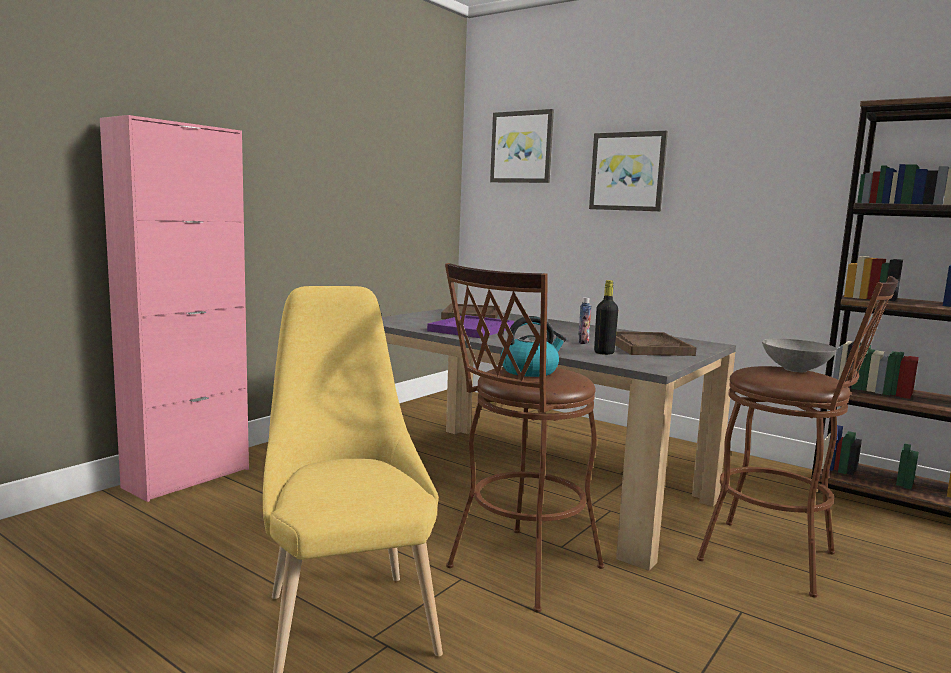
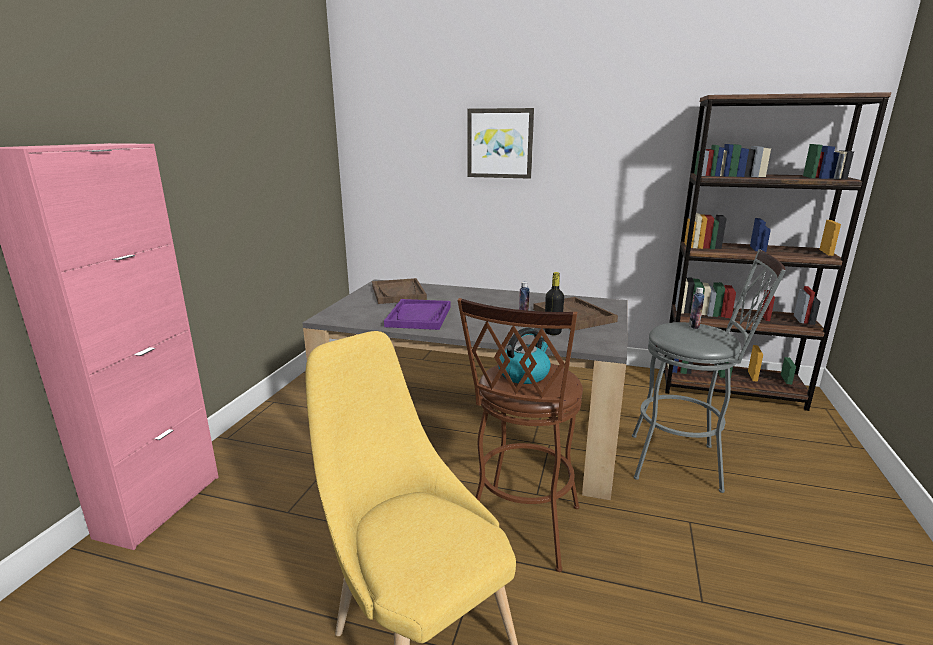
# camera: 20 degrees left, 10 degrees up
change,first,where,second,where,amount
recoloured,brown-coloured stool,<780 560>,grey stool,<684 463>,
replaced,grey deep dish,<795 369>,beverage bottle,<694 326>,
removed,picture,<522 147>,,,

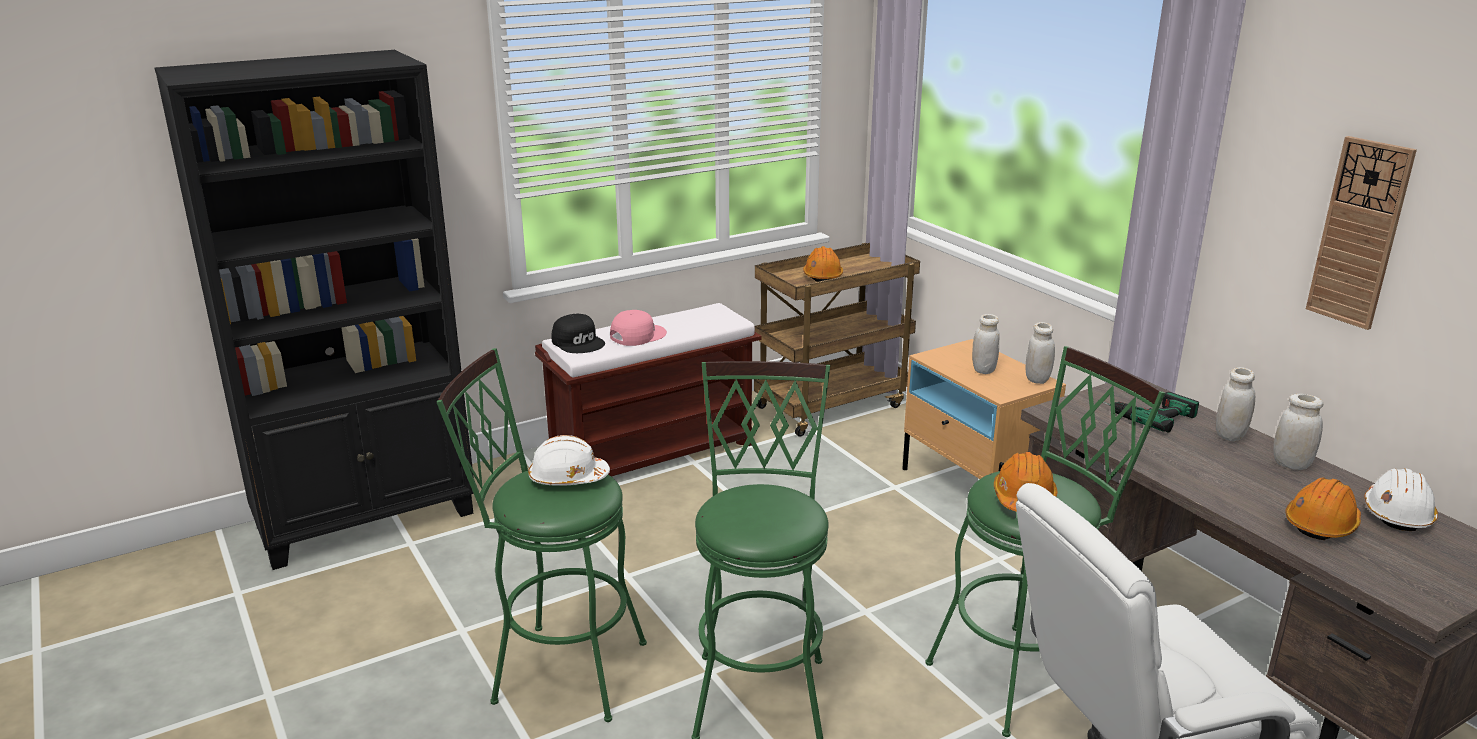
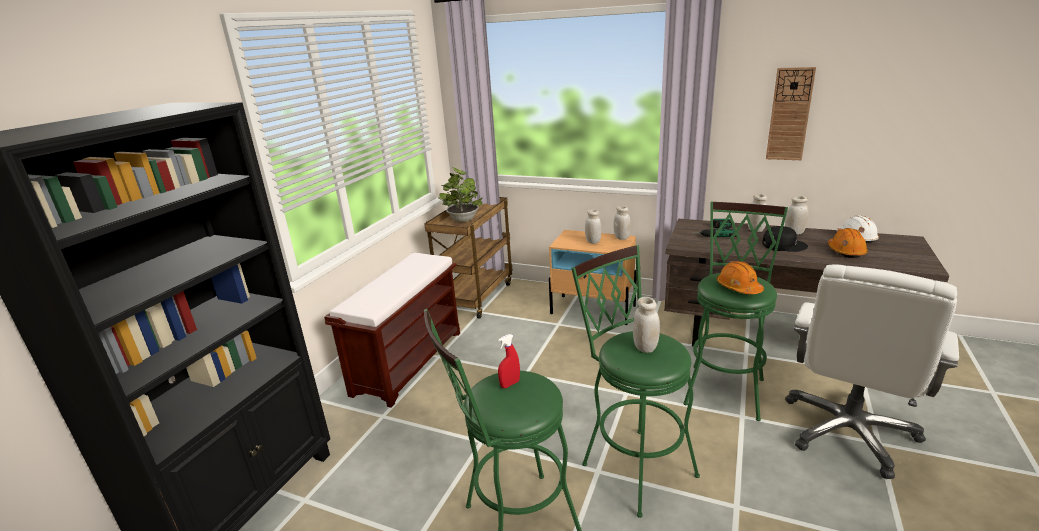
# camera: 35 degrees left, 0 degrees up
change,first,where,second,where,amount
replaced,orange-coloured work helmet,<822 275>,plant in a pot,<463 219>,
replaced,white work helmet,<568 478>,reddish spray bottle,<510 384>,
added,,,white storage jar,<645 347>,
moved,blackish cap,<578 342>,,<783 245>,
removed,pinkish cap,<637 335>,,,

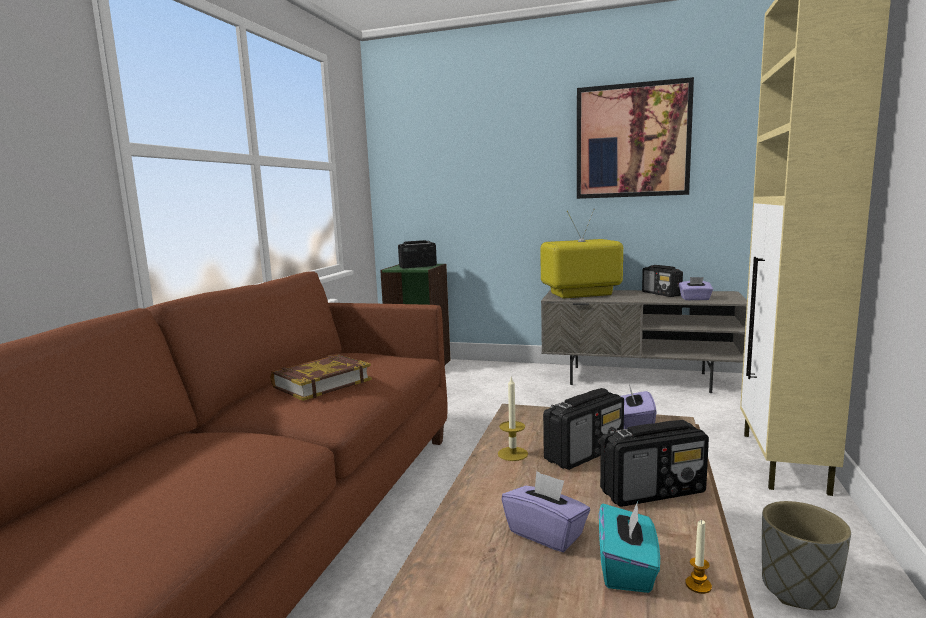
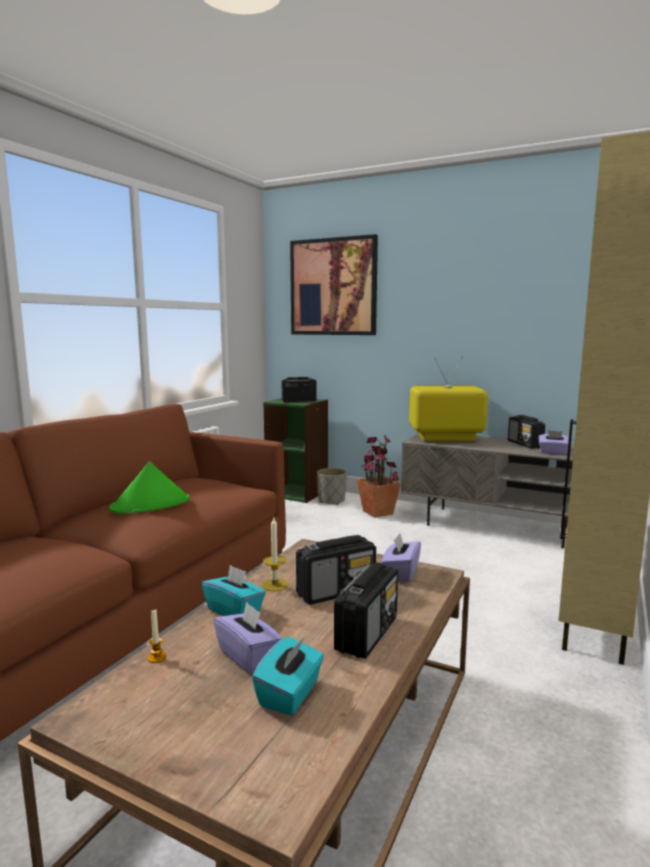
# camera: 10 degrees right, 0 degrees up
change,first,where,second,where,amount
replaced,book,<321 383>,green-coloured wearable hat,<151 505>,
moved,wax candle,<698 585>,,<156 657>,
added,,,turquoise tissue box,<234 611>,
moved,picture,<632 141>,,<333 287>,
moved,grey planter,<799 590>,,<331 501>,
turned,radio receiver,<653 491>,,<367 633>,60 degrees counterclockwise
added,,,plant in a pot,<377 512>,

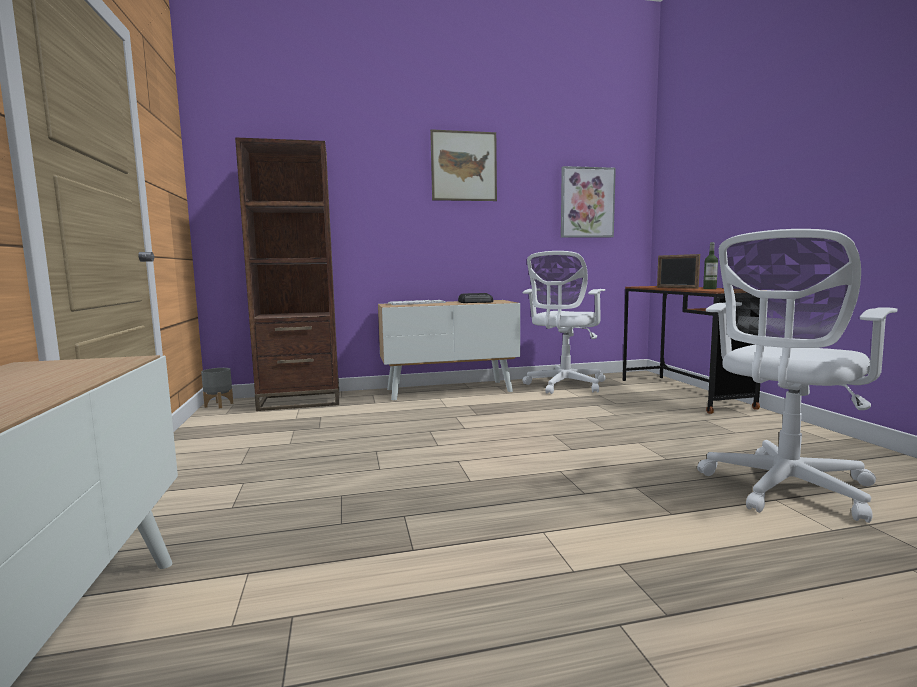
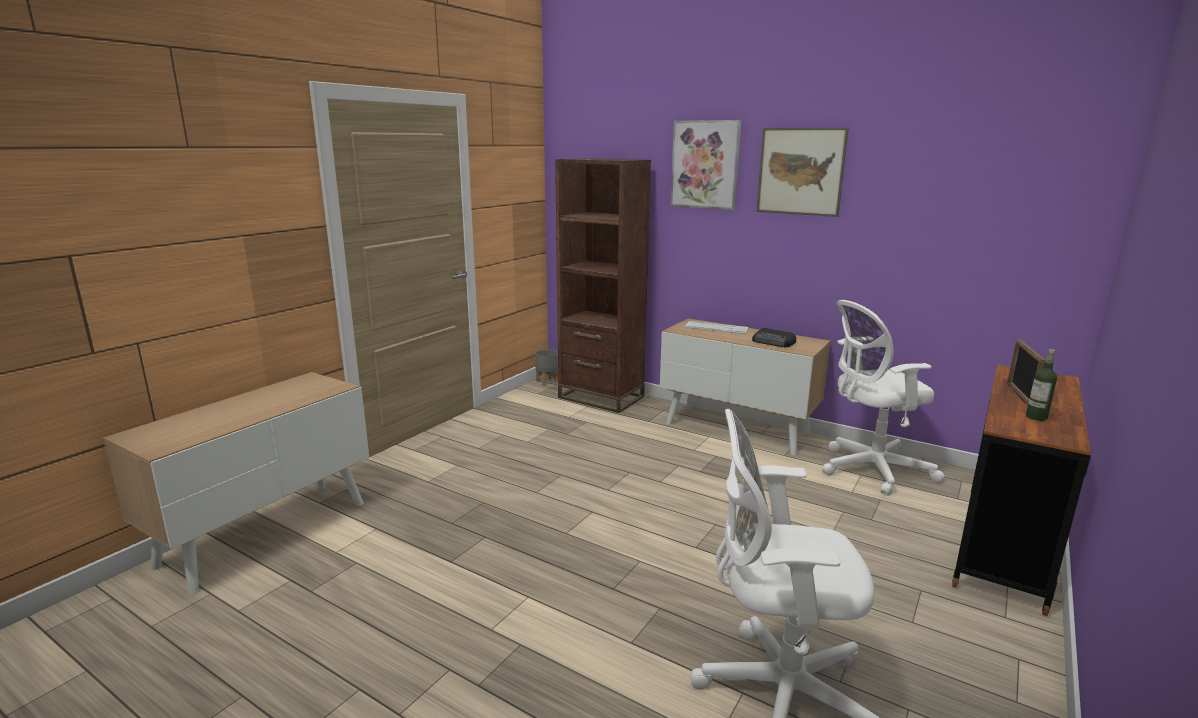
# camera: 45 degrees right, 10 degrees up
change,first,where,second,where,amount
moved,picture,<587 202>,,<705 165>,

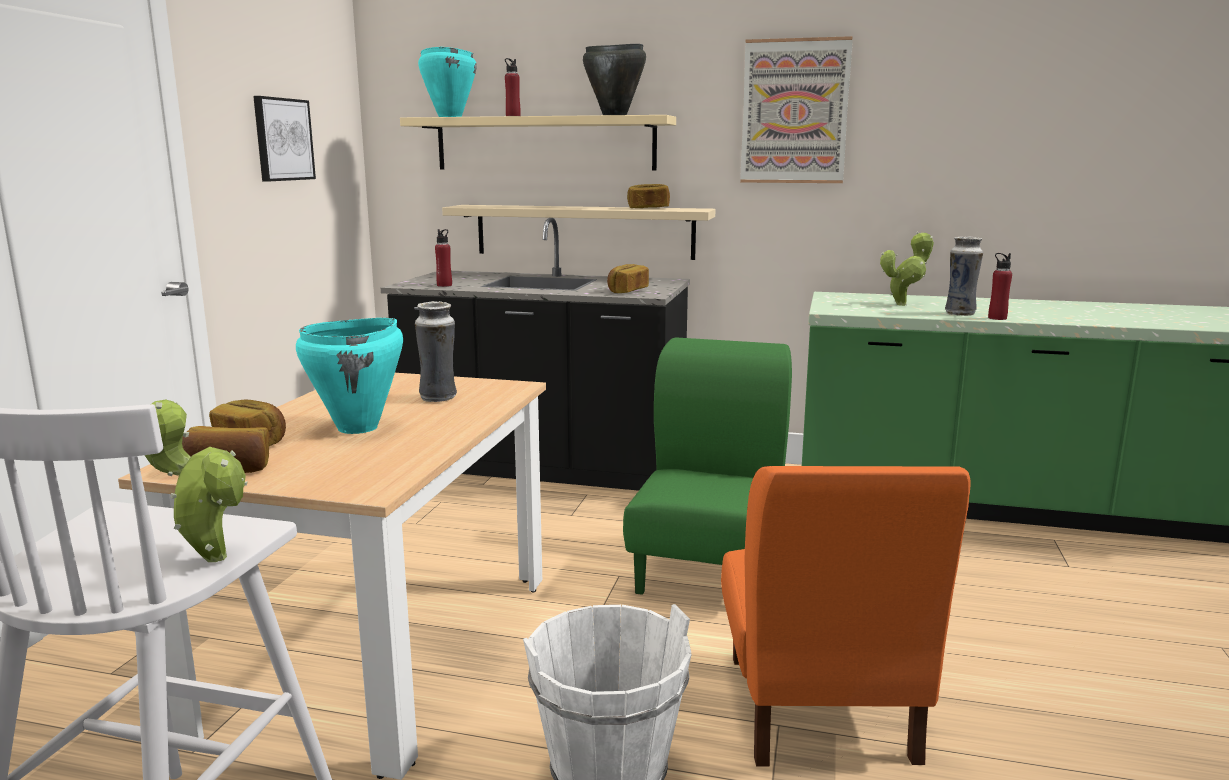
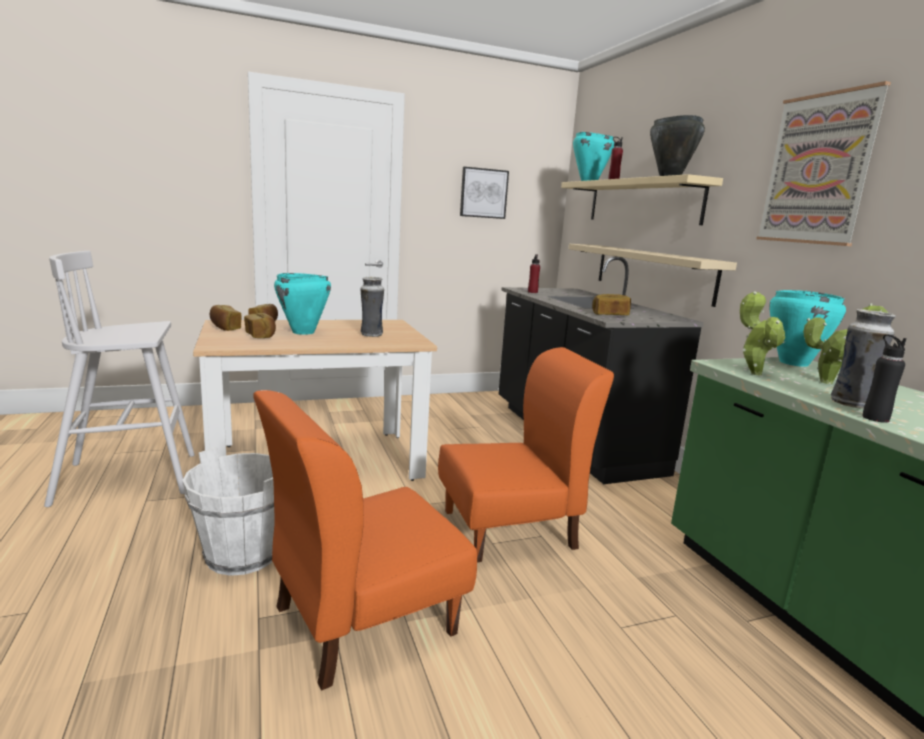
# camera: 55 degrees right, 0 degrees up
change,first,where,second,where,amount
moved,bakery bread,<648 208>,,<261 336>,
recoloured,green-coloured chair,<709 570>,orange-coloured chair,<510 529>,
moved,plant in a pot,<209 556>,,<753 372>,
added,,,turquoise cooking pot,<793 363>,
recoloured,reddish beverage bottle,<997 318>,blackish beverage bottle,<875 418>,

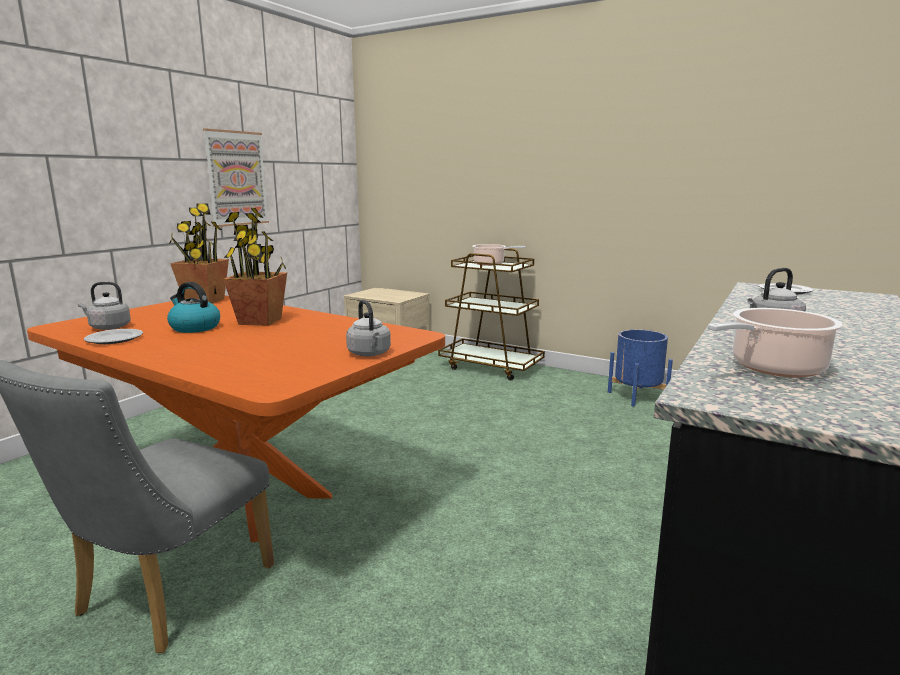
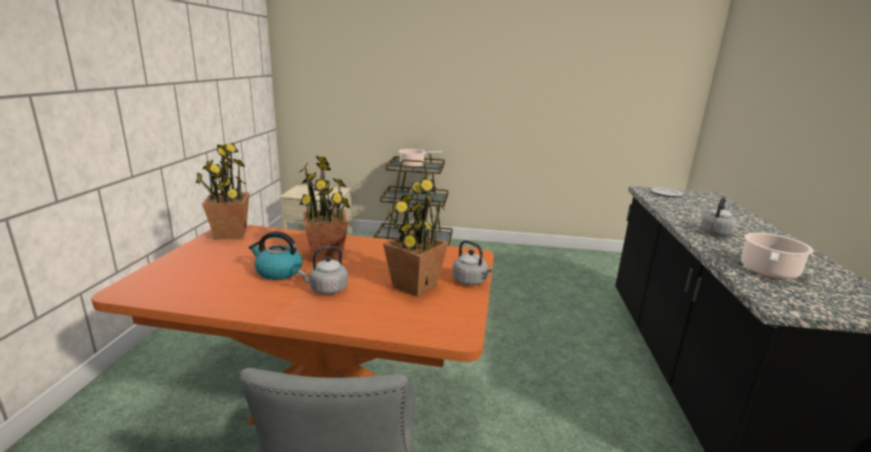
# camera: 25 degrees left, 5 degrees up
change,first,where,second,where,amount
moved,grey water kettle,<108 327>,,<326 289>,
added,,,plant in a pot,<414 286>,
removed,dinner plate,<114 339>,,,
removed,picture,<236 178>,,,
removed,bluish planter,<637 396>,,,

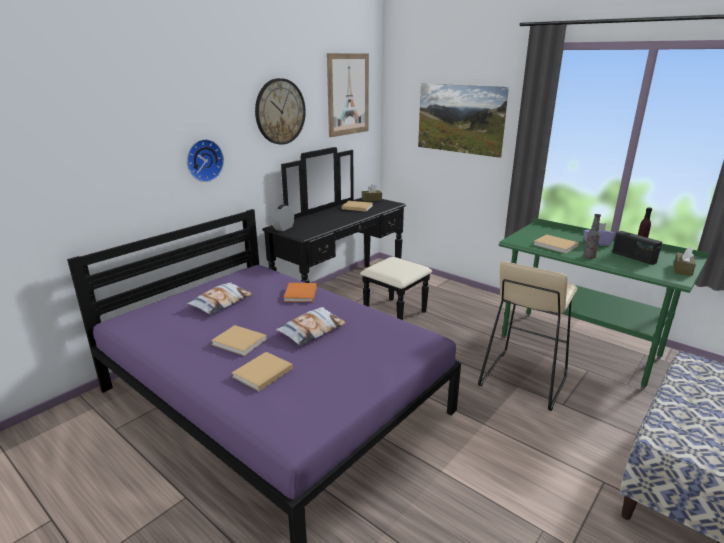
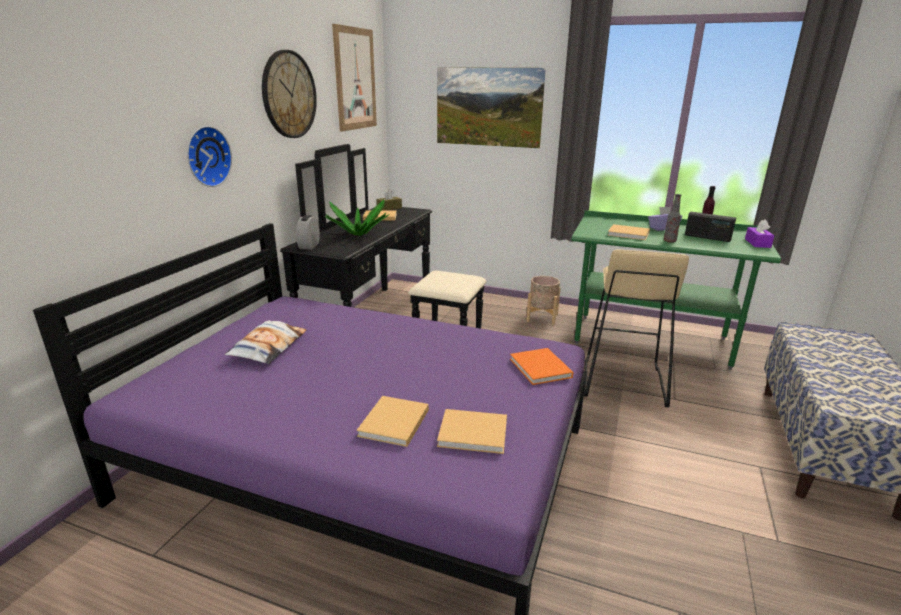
# camera: 20 degrees left, 0 degrees up
change,first,where,second,where,amount
added,,,plant in a pot,<358 234>,
moved,sand-coloured book,<240 342>,,<475 433>,
moved,orange-coloured book,<300 294>,,<541 369>,
added,,,sand-coloured planter,<542 318>,
recoloured,brown-coloured tissue box,<682 269>,purplish tissue box,<757 243>,
removed,throw pillow,<312 330>,,,

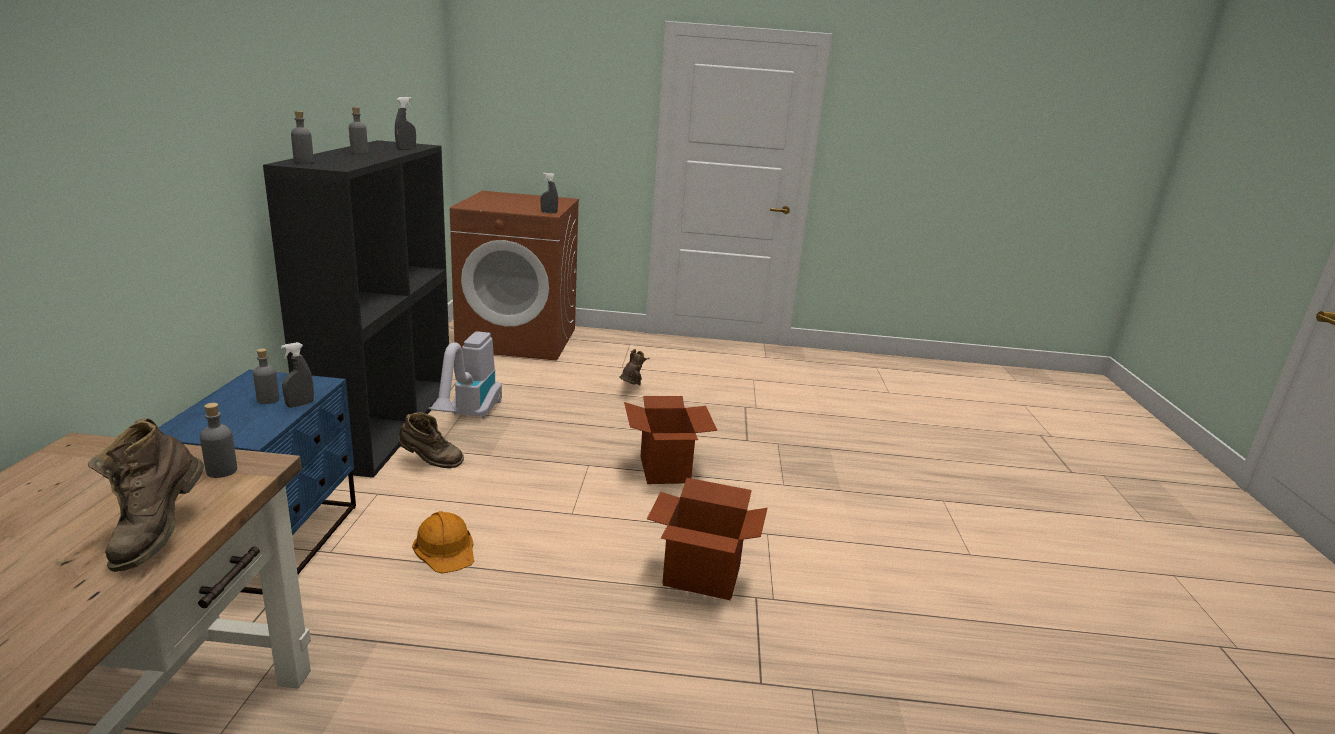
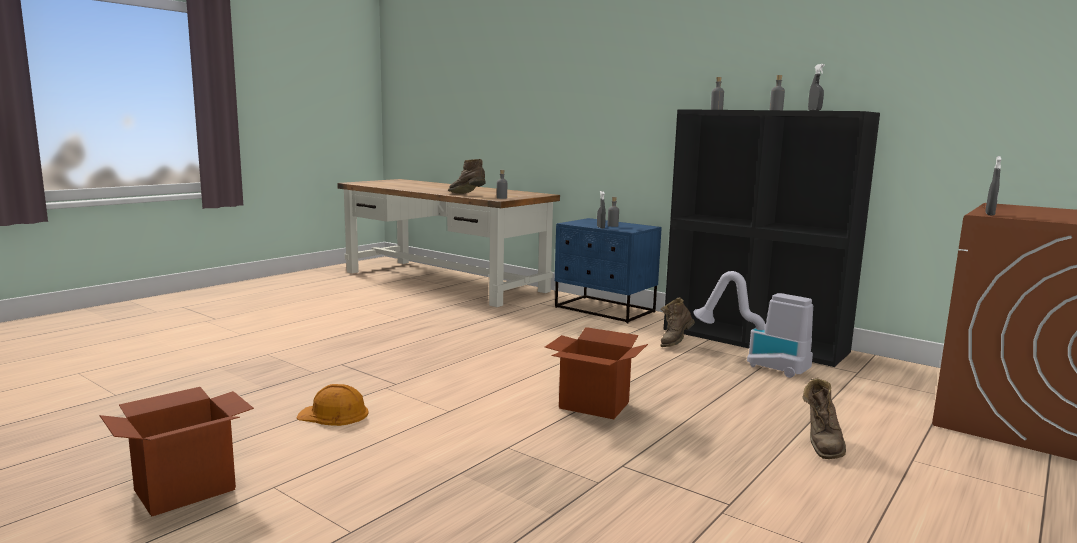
# camera: 125 degrees right, 10 degrees down
change,first,where,second,where,amount
moved,carton,<701 576>,,<185 490>,
moved,orange-coloured work helmet,<445 548>,,<334 414>,
turned,brown-coloured high-top boot,<631 388>,,<822 444>,60 degrees clockwise

